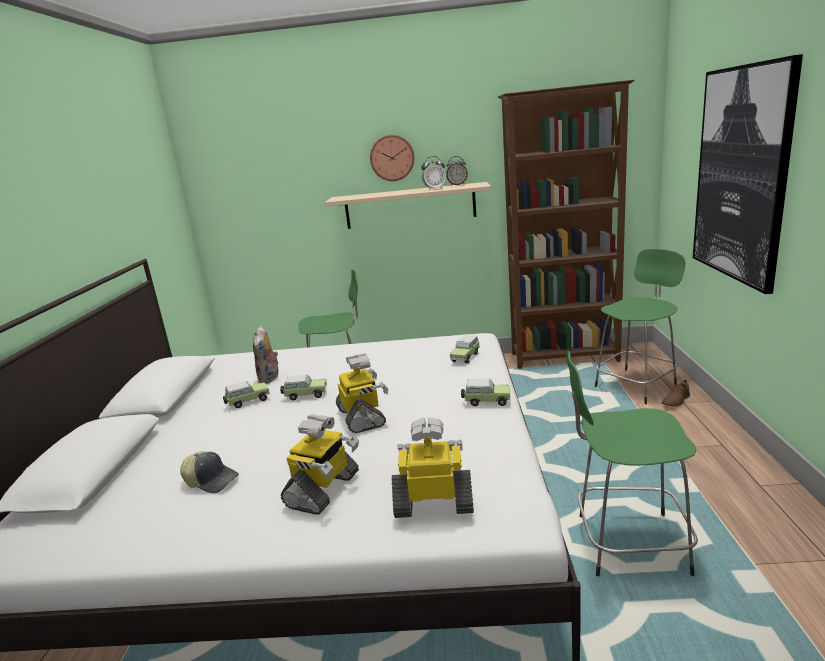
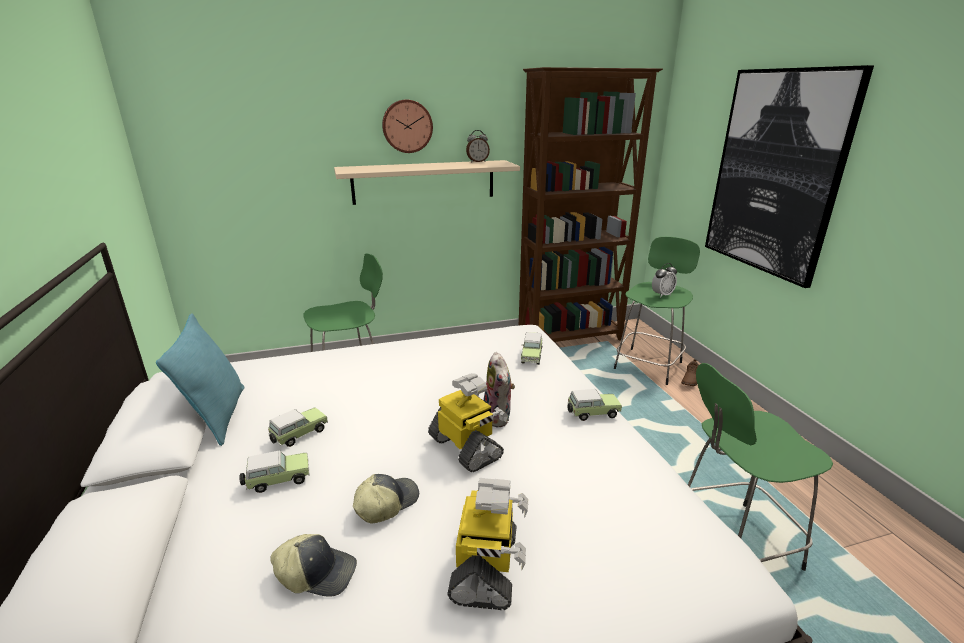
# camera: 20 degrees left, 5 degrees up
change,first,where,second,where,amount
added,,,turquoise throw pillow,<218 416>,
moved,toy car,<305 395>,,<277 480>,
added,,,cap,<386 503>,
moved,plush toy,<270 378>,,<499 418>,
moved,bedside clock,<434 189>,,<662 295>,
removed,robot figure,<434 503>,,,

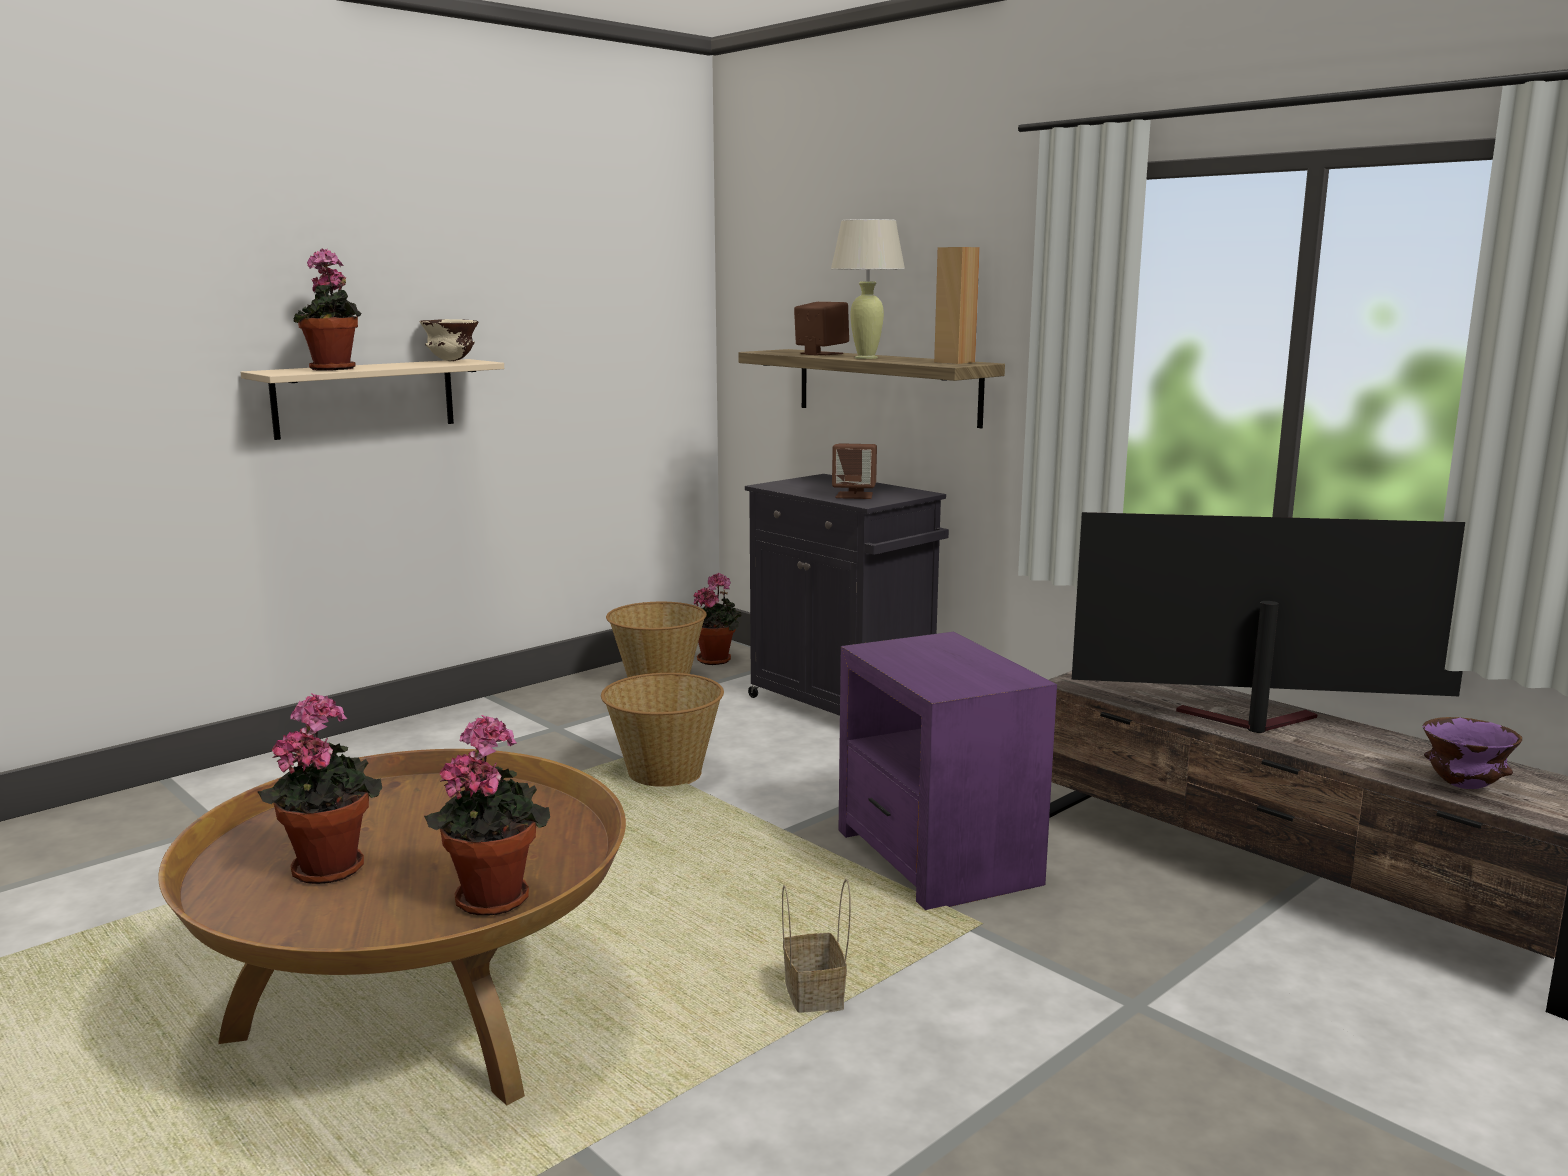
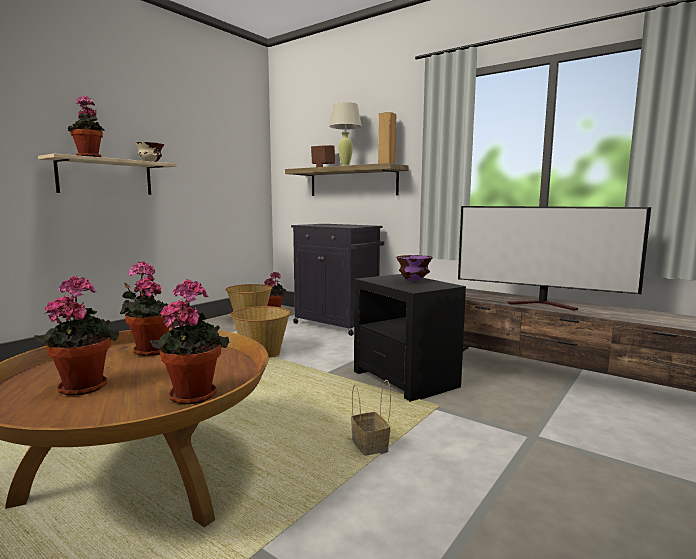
# camera: 10 degrees left, 5 degrees down
change,first,where,second,where,amount
added,,,plant in a pot,<149 350>,
recoloured,purplish end table,<936 857>,blackish end table,<405 379>,
moved,purplish deep dish,<1462 786>,,<413 281>,
turned,TV,<1246 722>,,<544 305>,150 degrees counterclockwise
removed,brown-coloured speaker,<855 495>,,,

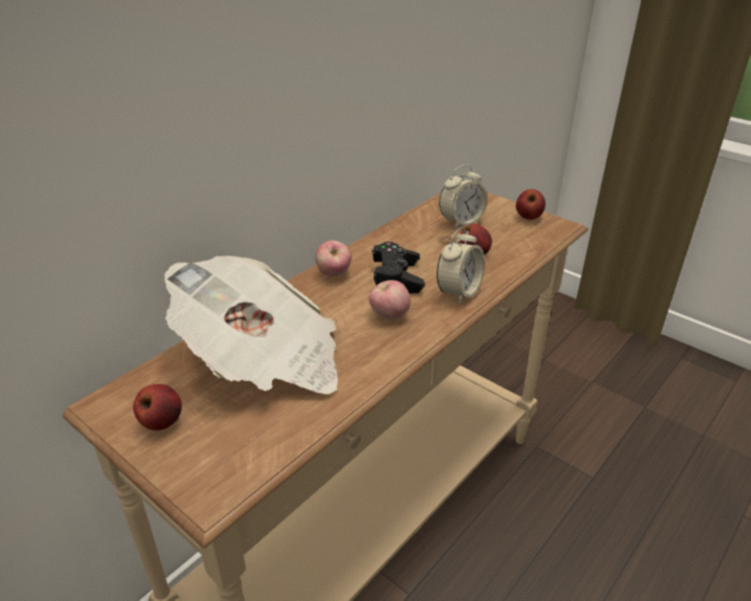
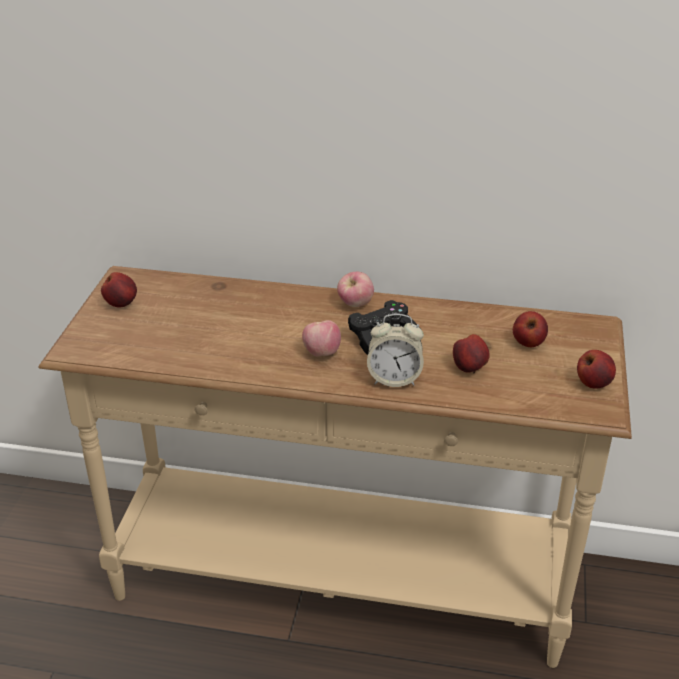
# camera: 60 degrees right, 0 degrees up
change,first,where,second,where,amount
replaced,bedside clock,<461 222>,apple,<528 343>,
removed,newspaper,<264 360>,,,

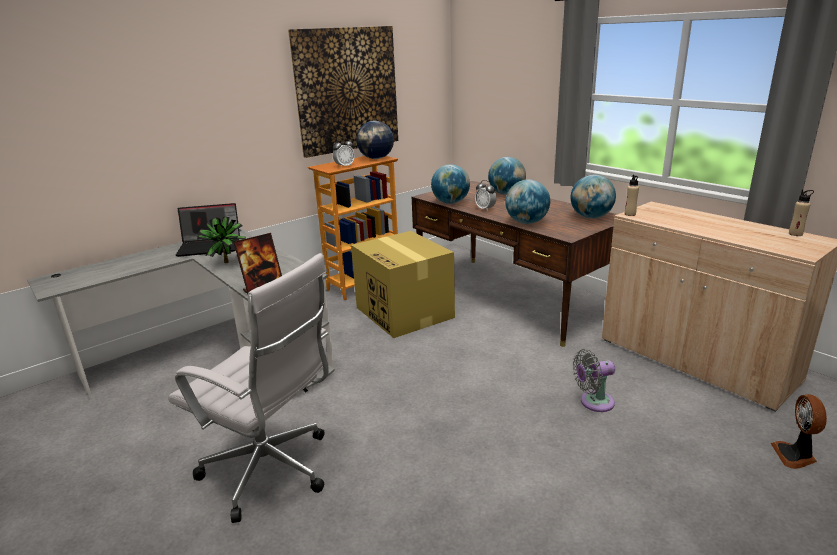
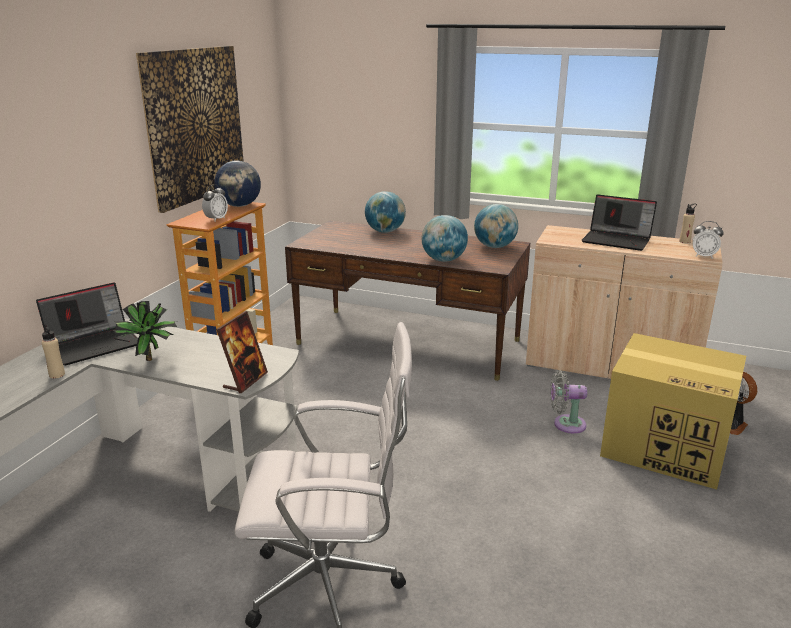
# camera: 30 degrees left, 0 degrees up
change,first,where,second,where,amount
moved,sand-coloured beverage bottle,<630 214>,,<57 375>,
turned,grey fan,<593 402>,,<566 424>,45 degrees clockwise
added,,,portable computer,<617 240>,
moved,carton,<405 313>,,<667 447>,
moved,bedside clock,<485 209>,,<703 256>,
removed,world globe,<450 203>,,,

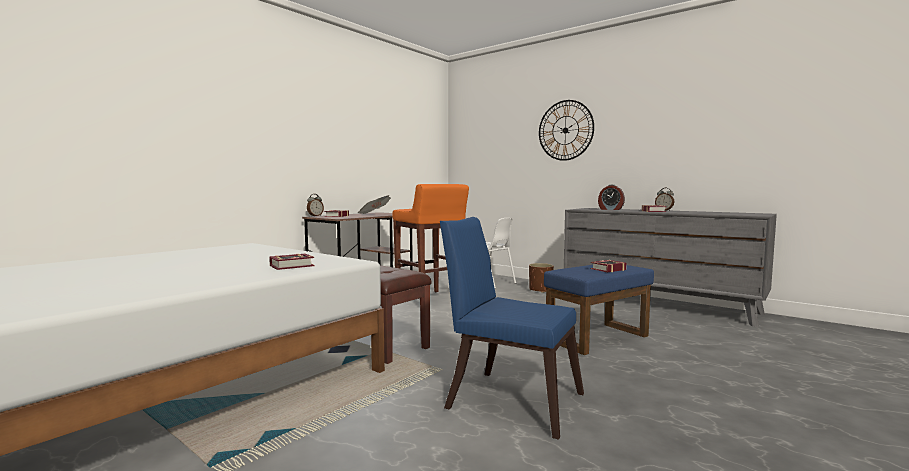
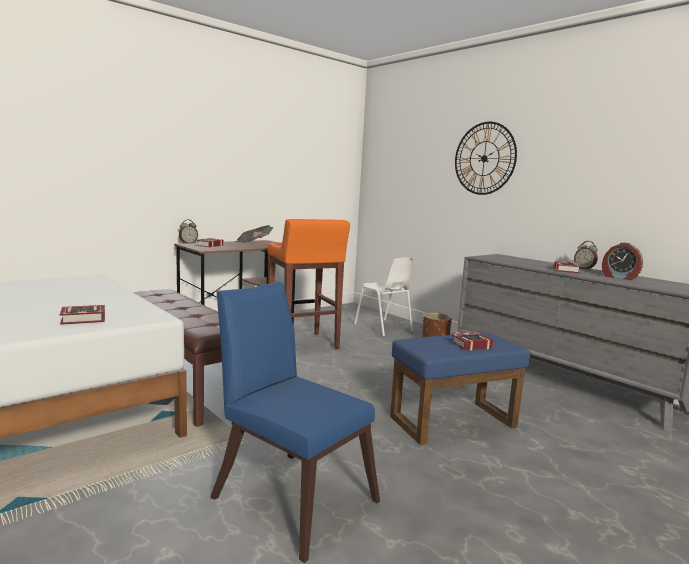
# camera: 10 degrees right, 5 degrees up
change,first,where,second,where,amount
moved,bedside clock,<610 209>,,<619 277>,

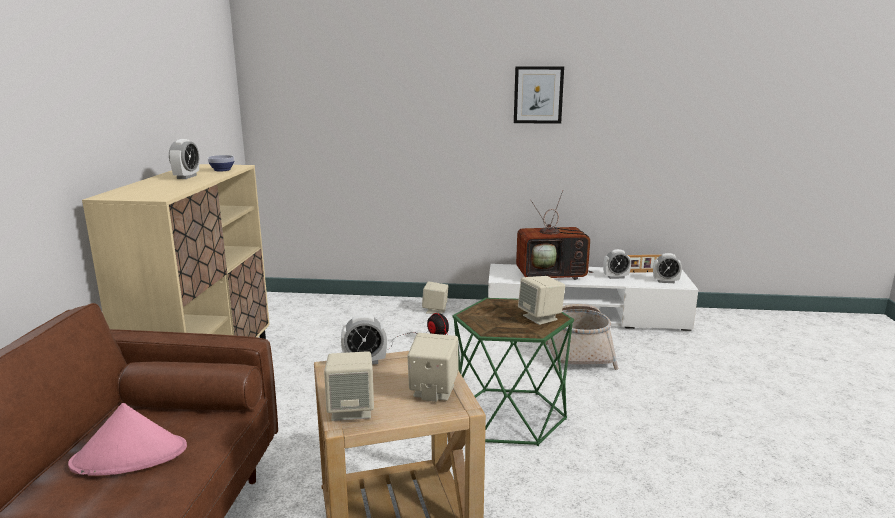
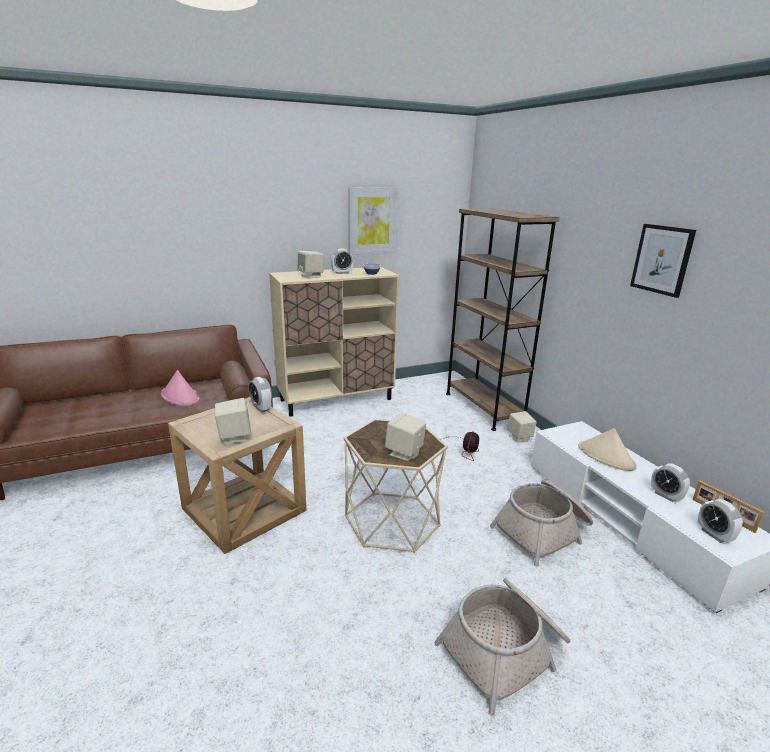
# camera: 60 degrees right, 5 degrees up
change,first,where,second,where,amount
moved,sand-coloured speaker,<351 410>,,<311 276>,
recoloured,green-coloured end table,<509 417>,sand-coloured end table,<391 521>,
added,,,picture,<372 220>,
added,,,storage basket,<505 650>,
added,,,brown-coloured shelving unit,<483 408>,
replaced,TV,<552 275>,sand-coloured wearable hat,<606 457>,

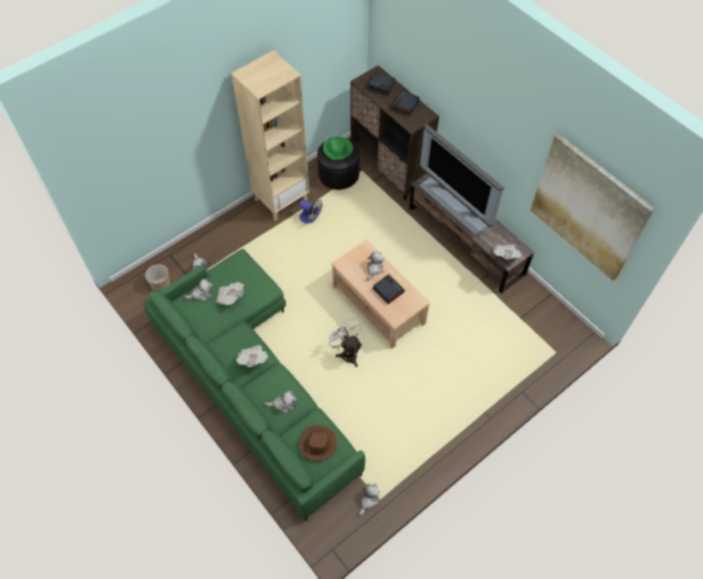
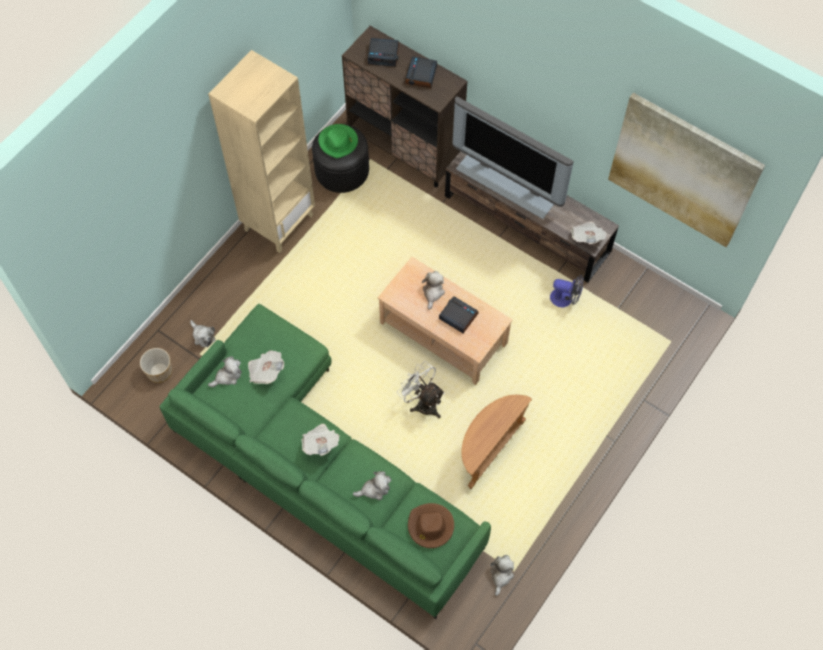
# camera: 15 degrees left, 5 degrees up
change,first,where,second,where,amount
added,,,brown-coloured end table,<488 449>,
moved,fan,<310 218>,,<565 299>,

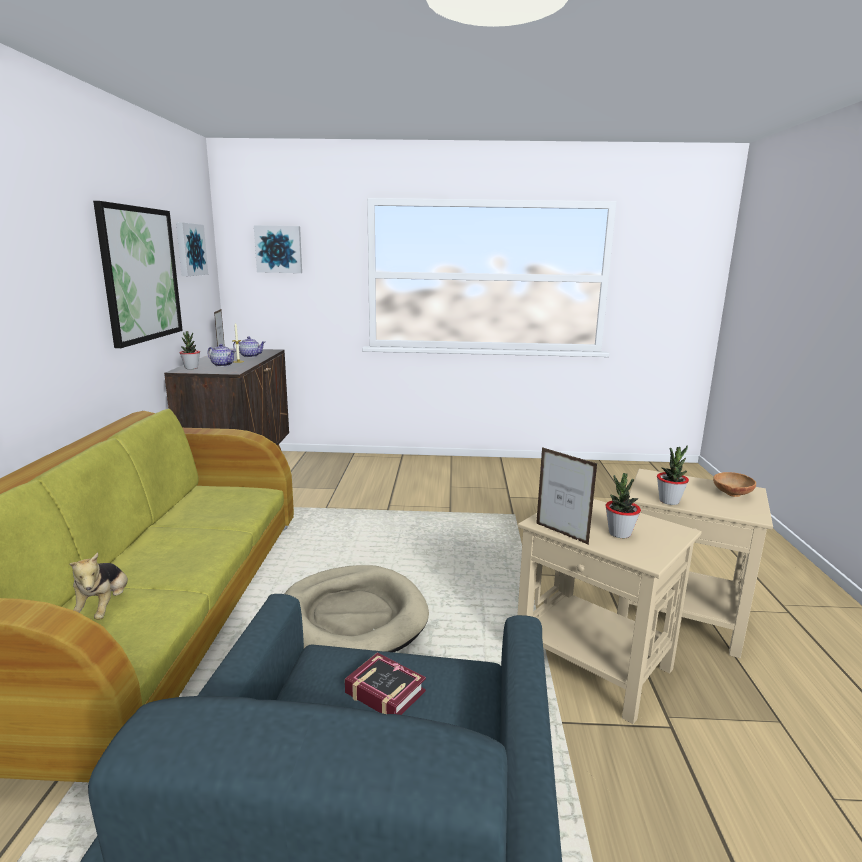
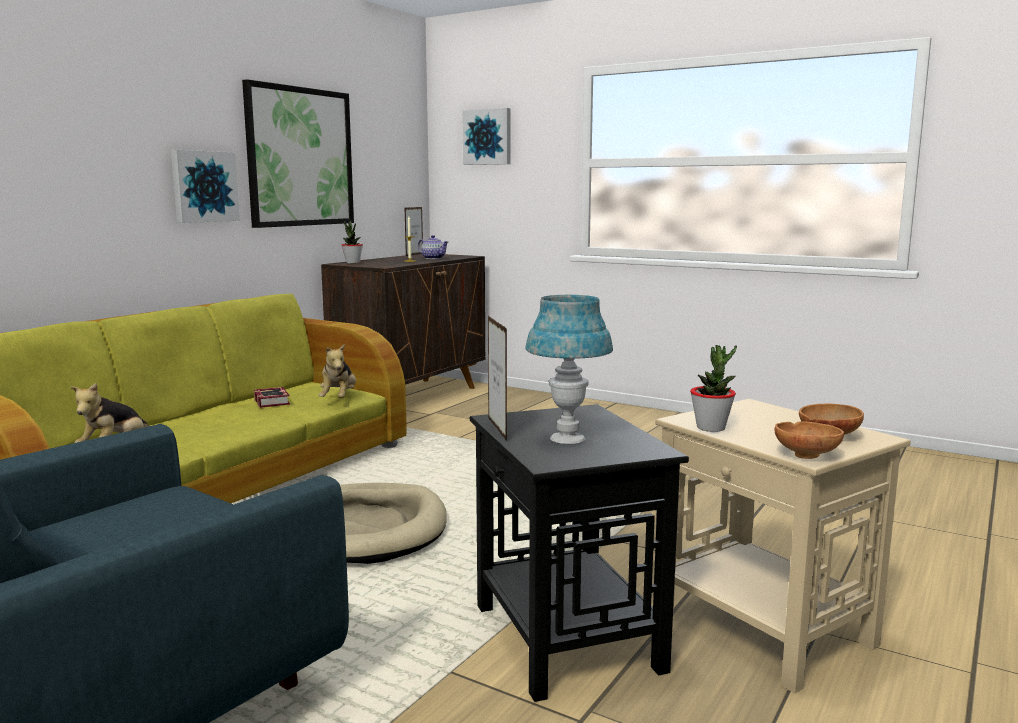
# camera: 30 degrees right, 5 degrees down
change,first,where,second,where,amount
moved,picture,<189 249>,,<203 186>,
moved,book,<384 689>,,<272 401>,
added,,,plush toy,<339 399>,
recoloured,sand-coloured end table,<594 665>,blackish end table,<567 639>,
replaced,plant in a pot,<619 533>,bluish table lamp,<567 440>,
added,,,brown-coloured deep dish,<807 455>,
removed,teapot,<222 365>,,,

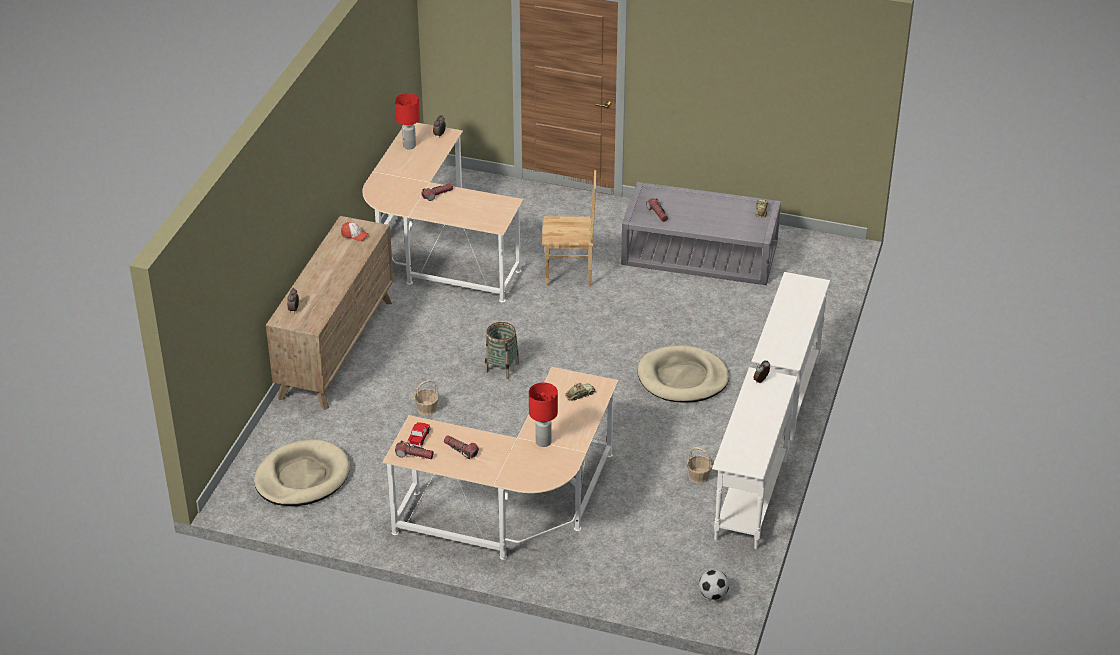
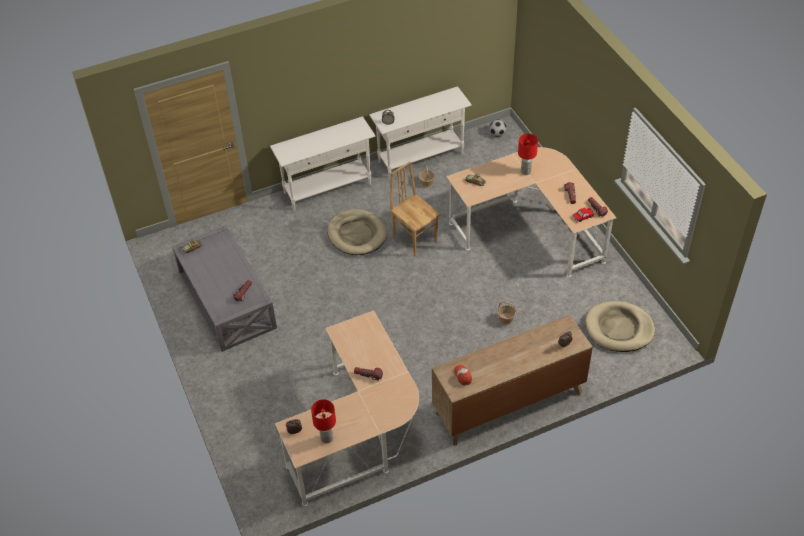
# camera: 130 degrees left, 10 degrees up
change,first,where,second,where,amount
moved,brown-coloured chair,<569 275>,,<415 239>,
removed,storage basket,<501 367>,,,

